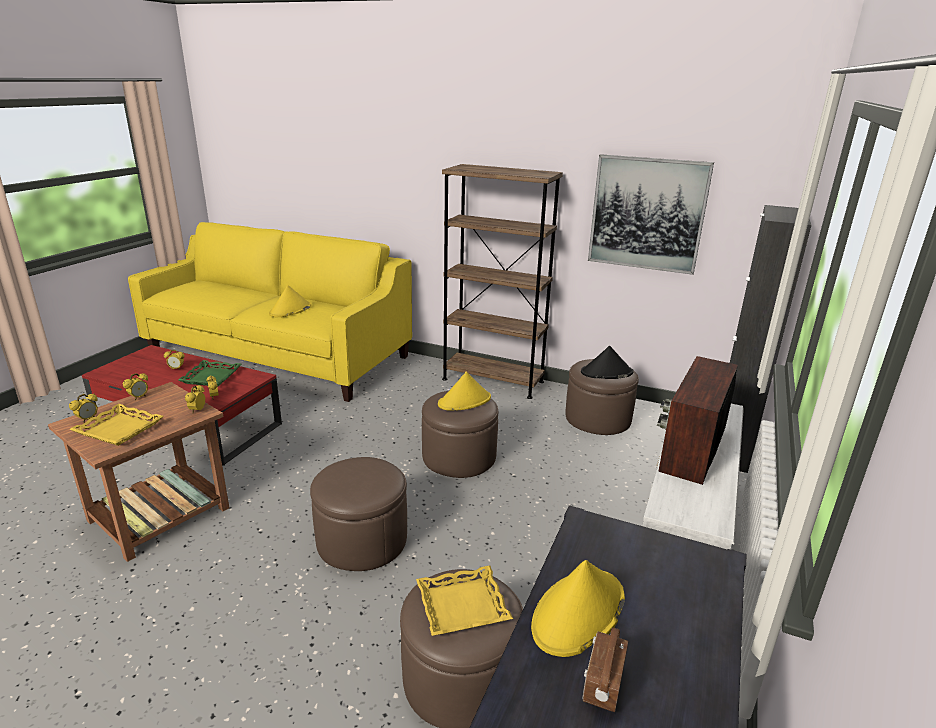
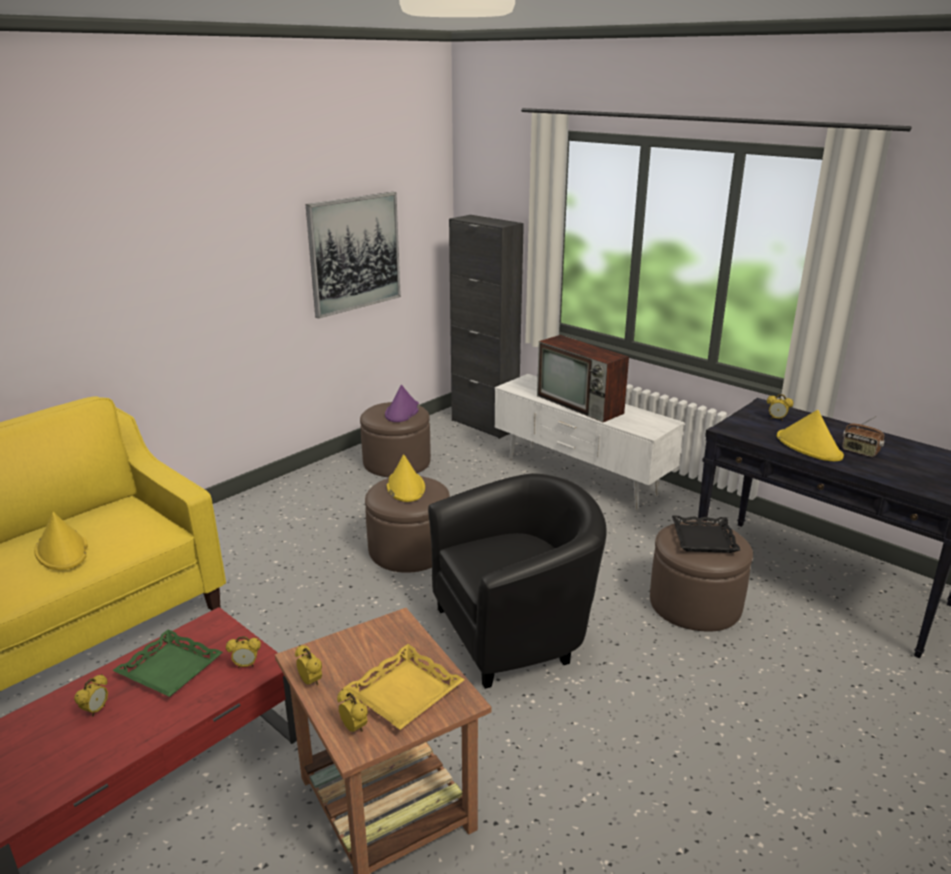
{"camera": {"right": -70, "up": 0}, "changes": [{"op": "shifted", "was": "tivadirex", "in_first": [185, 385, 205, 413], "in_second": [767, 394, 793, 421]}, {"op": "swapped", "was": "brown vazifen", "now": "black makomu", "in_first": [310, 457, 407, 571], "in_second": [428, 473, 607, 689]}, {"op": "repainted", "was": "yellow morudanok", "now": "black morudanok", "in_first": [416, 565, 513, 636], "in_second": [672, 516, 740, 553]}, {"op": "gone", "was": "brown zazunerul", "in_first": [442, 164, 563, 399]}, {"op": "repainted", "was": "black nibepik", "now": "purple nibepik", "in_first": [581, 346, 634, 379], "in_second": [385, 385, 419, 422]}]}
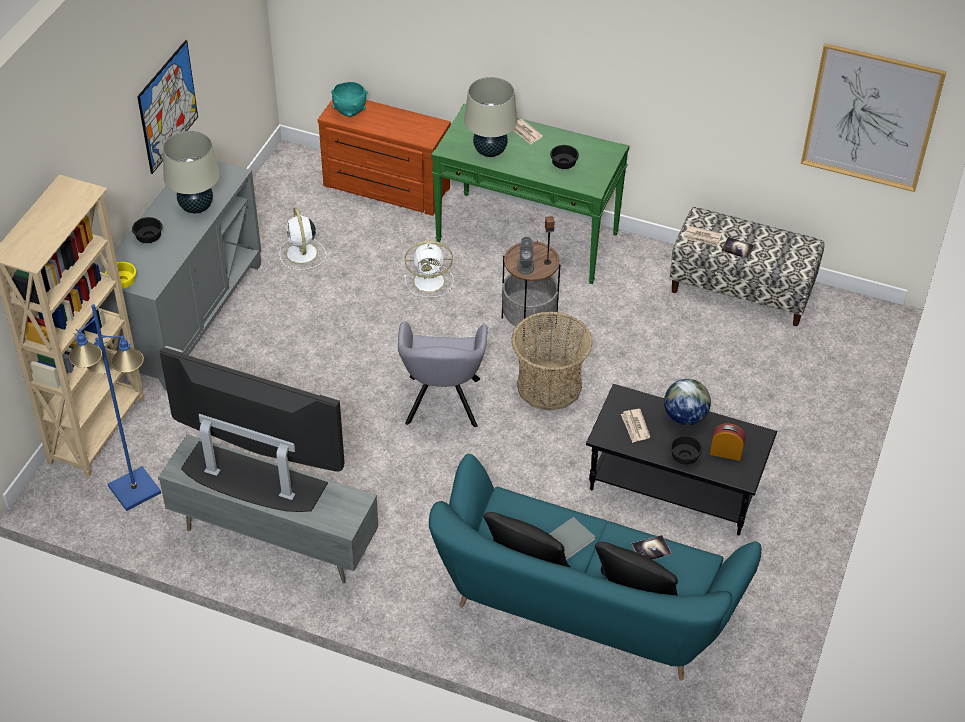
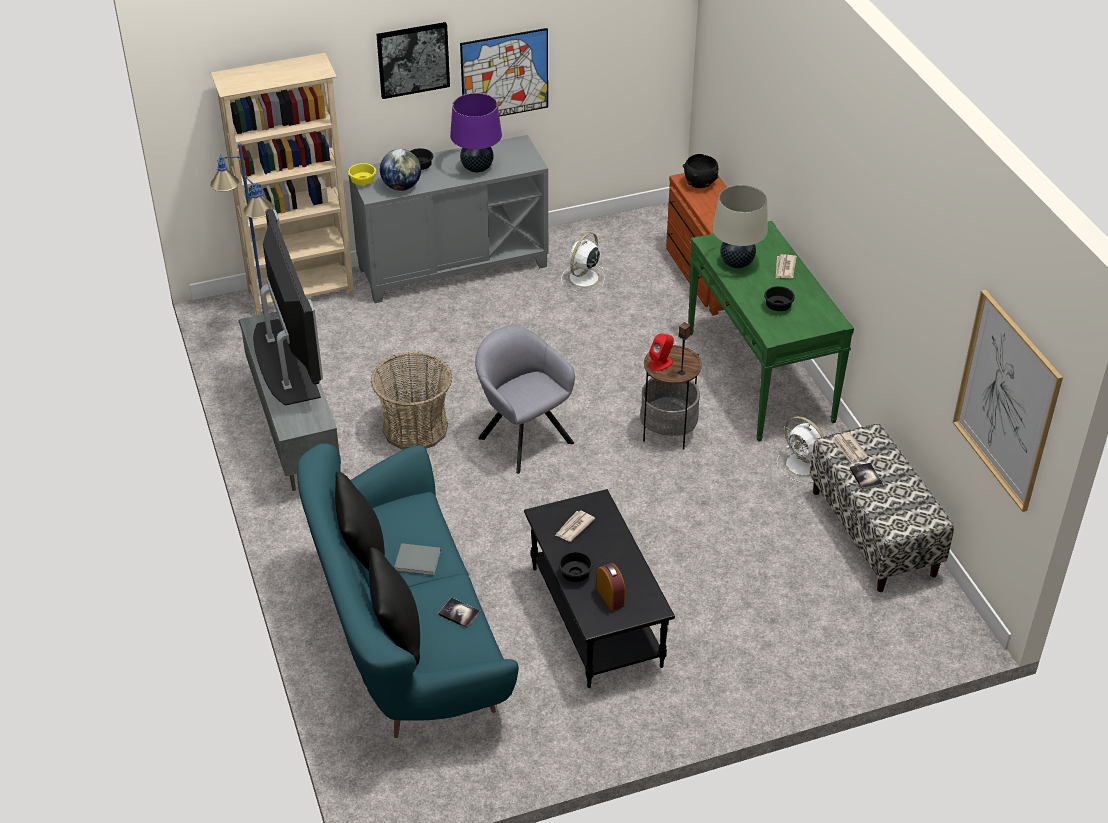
{"camera": {"right": 50, "up": -5}, "changes": [{"op": "repainted", "was": "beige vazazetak", "now": "purple vazazetak", "in_first": [163, 131, 220, 213], "in_second": [450, 93, 502, 172]}, {"op": "repainted", "was": "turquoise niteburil", "now": "black niteburil", "in_first": [331, 82, 368, 116], "in_second": [683, 154, 719, 188]}, {"op": "rotated", "was": "grey makomu", "in_first": [398, 321, 488, 427], "in_second": [475, 326, 575, 474], "clockwise": 90}, {"op": "shifted", "was": "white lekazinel", "in_first": [404, 241, 454, 297], "in_second": [777, 416, 824, 483]}, {"op": "shifted", "was": "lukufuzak", "in_first": [511, 311, 592, 411], "in_second": [371, 352, 452, 450]}, {"op": "repainted", "was": "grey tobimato", "now": "red tobimato", "in_first": [517, 237, 534, 275], "in_second": [649, 333, 674, 371]}, {"op": "shifted", "was": "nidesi", "in_first": [664, 379, 711, 425], "in_second": [380, 149, 421, 191]}, {"op": "new", "now": "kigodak", "in_second": [376, 22, 450, 99]}]}
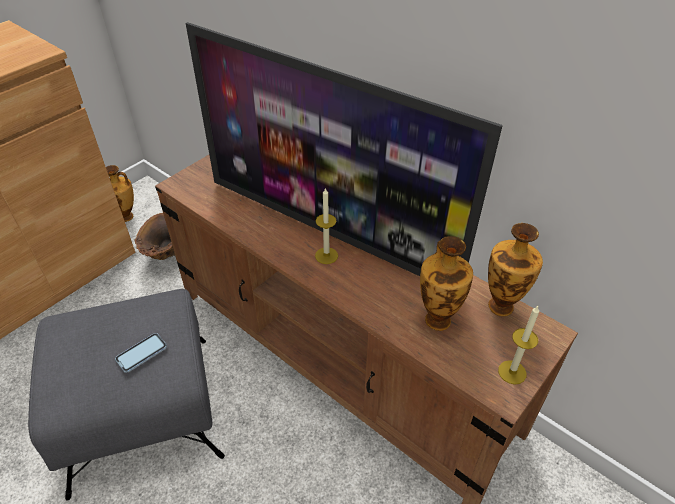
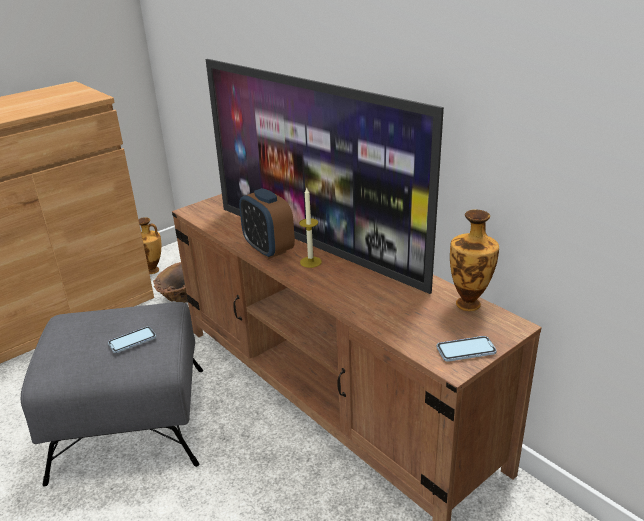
{"camera": {"right": 10, "up": -15}, "changes": [{"op": "gone", "was": "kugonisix", "in_first": [420, 236, 473, 331]}, {"op": "swapped", "was": "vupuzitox", "now": "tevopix", "in_first": [498, 306, 539, 385], "in_second": [437, 336, 497, 362]}, {"op": "new", "now": "tivadirex", "in_second": [239, 188, 295, 259]}]}
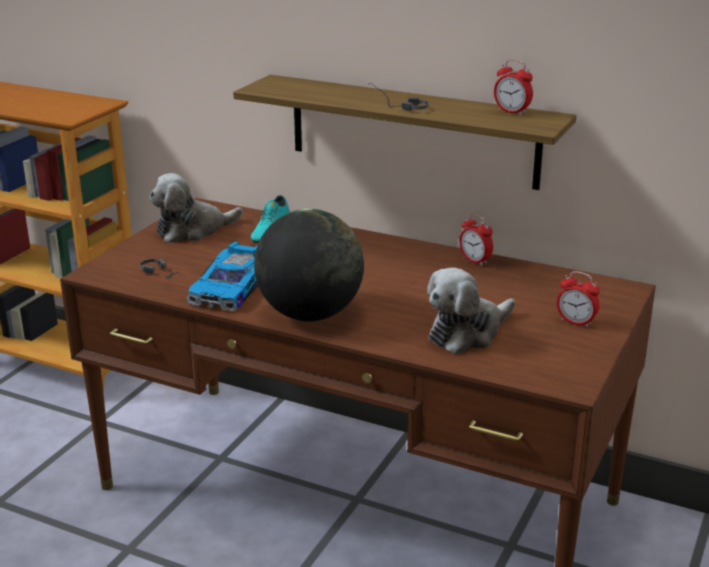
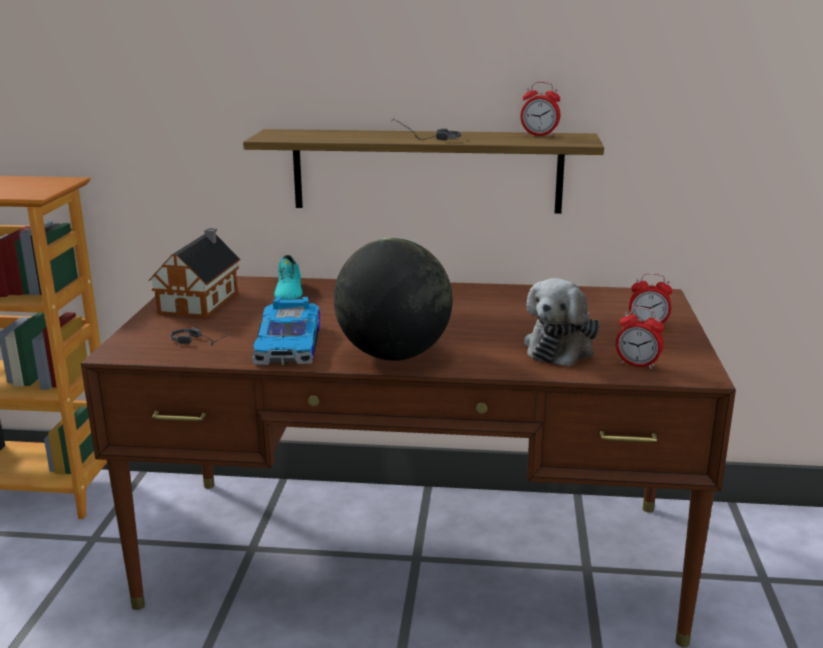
{"camera": {"right": -20, "up": -5}, "changes": [{"op": "swapped", "was": "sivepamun", "now": "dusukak", "in_first": [149, 173, 243, 243], "in_second": [148, 228, 240, 318]}, {"op": "shifted", "was": "tivadirex", "in_first": [459, 214, 493, 266], "in_second": [616, 307, 664, 369]}]}
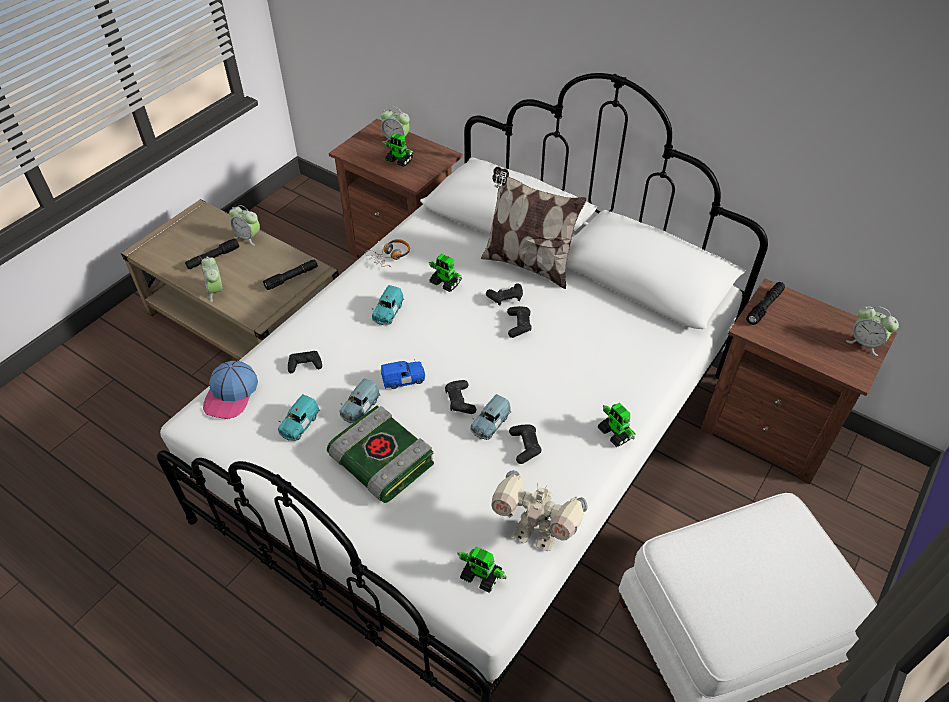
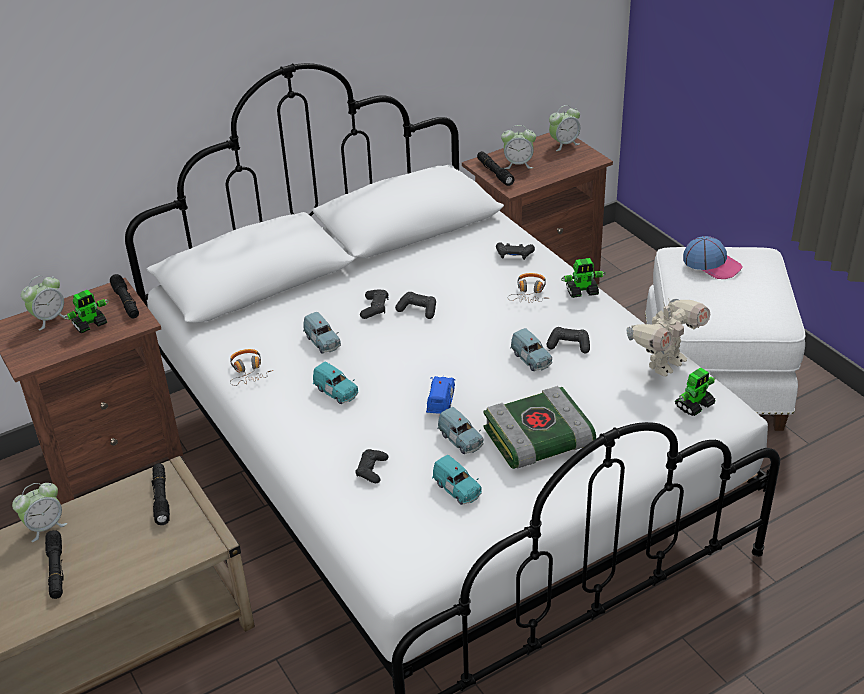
{"camera": {"right": -65, "up": -10}, "changes": [{"op": "shifted", "was": "tivadirex", "in_first": [201, 256, 223, 302], "in_second": [501, 125, 536, 169]}, {"op": "shifted", "was": "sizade", "in_first": [203, 361, 258, 419], "in_second": [683, 236, 743, 279]}, {"op": "swapped", "was": "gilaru", "now": "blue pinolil", "in_first": [429, 254, 462, 292], "in_second": [303, 312, 341, 354]}, {"op": "shifted", "was": "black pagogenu", "in_first": [445, 380, 476, 414], "in_second": [496, 242, 535, 260]}, {"op": "gone", "was": "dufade", "in_first": [481, 167, 586, 289]}, {"op": "new", "now": "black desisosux", "in_second": [110, 274, 139, 318]}, {"op": "new", "now": "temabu", "in_second": [508, 273, 550, 303]}]}
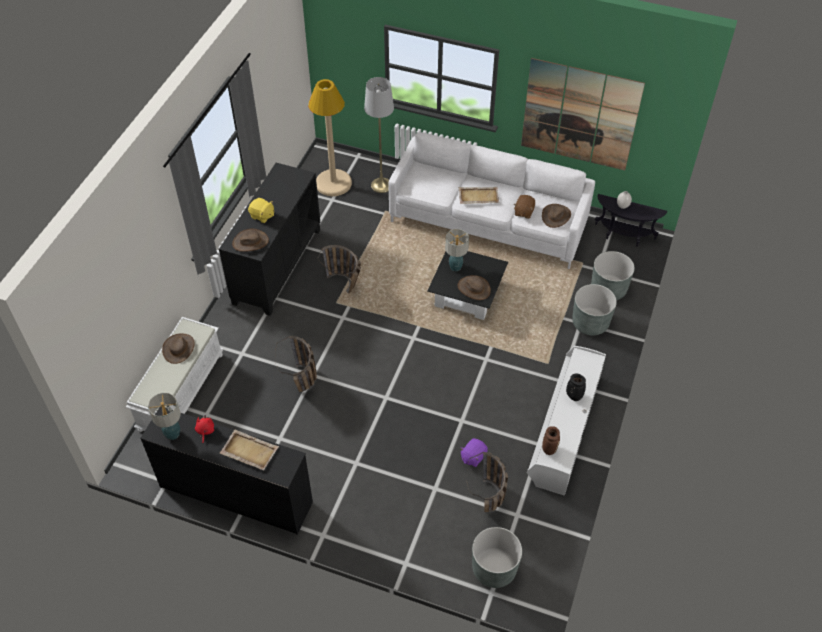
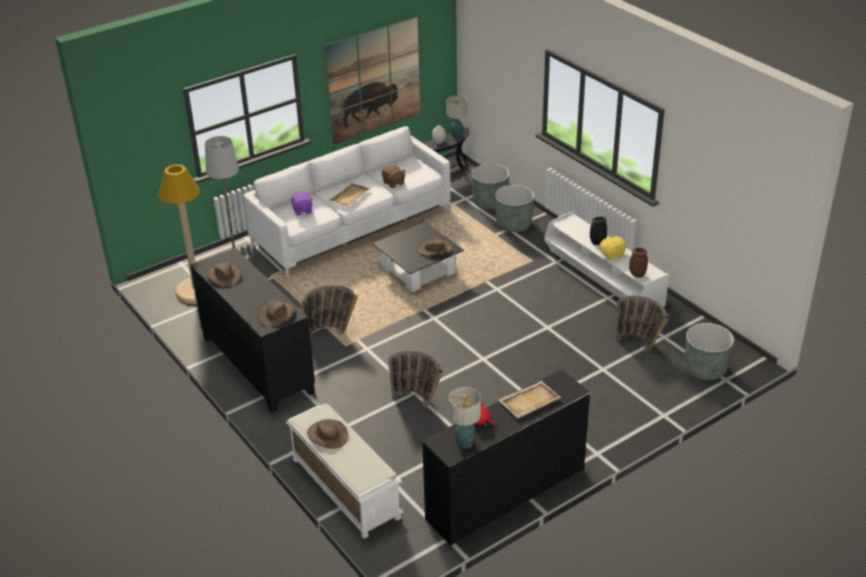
{"camera": {"right": -55, "up": -15}, "changes": [{"op": "shifted", "was": "yellow sivepamun", "in_first": [248, 198, 274, 223], "in_second": [600, 235, 626, 260]}, {"op": "shifted", "was": "vazazetak", "in_first": [445, 229, 469, 271], "in_second": [446, 96, 468, 139]}, {"op": "shifted", "was": "purple sivepamun", "in_first": [461, 438, 488, 467], "in_second": [291, 192, 313, 215]}, {"op": "shifted", "was": "brown nibepik", "in_first": [542, 204, 571, 228], "in_second": [207, 262, 241, 286]}]}
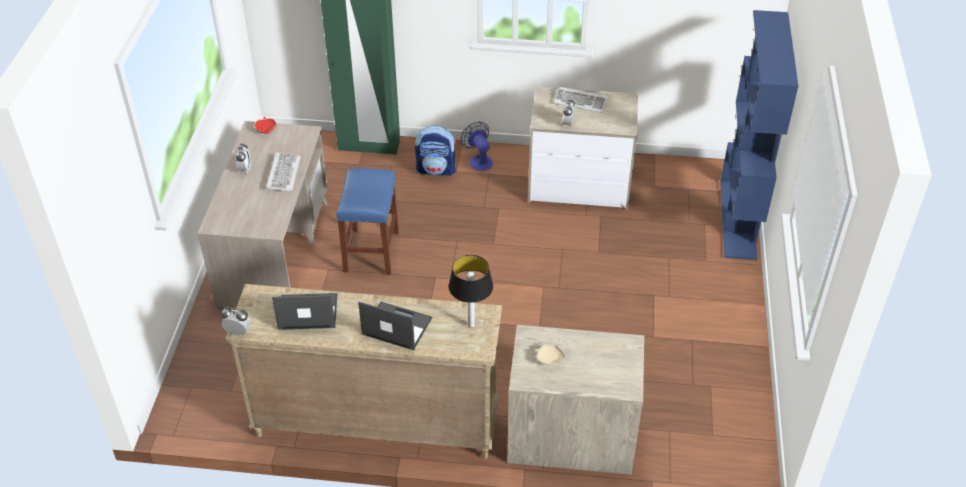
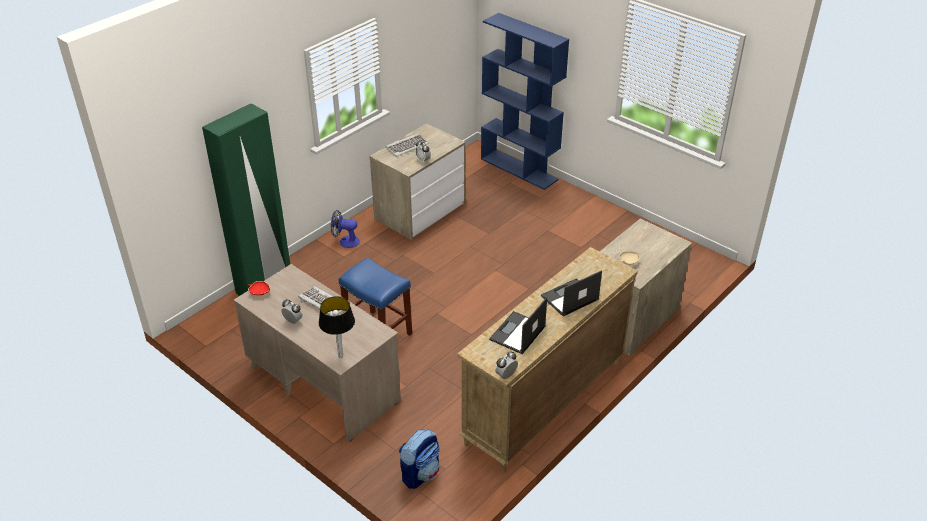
{"camera": {"right": -55, "up": -5}, "changes": [{"op": "shifted", "was": "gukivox", "in_first": [415, 125, 456, 176], "in_second": [399, 429, 440, 489]}, {"op": "shifted", "was": "vazazetak", "in_first": [449, 255, 493, 328], "in_second": [319, 296, 355, 358]}]}
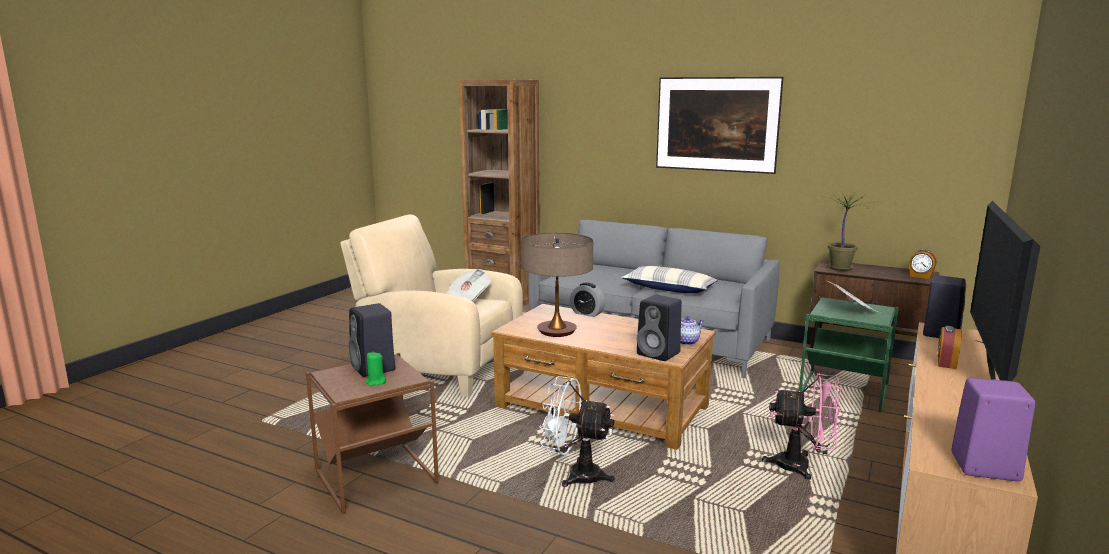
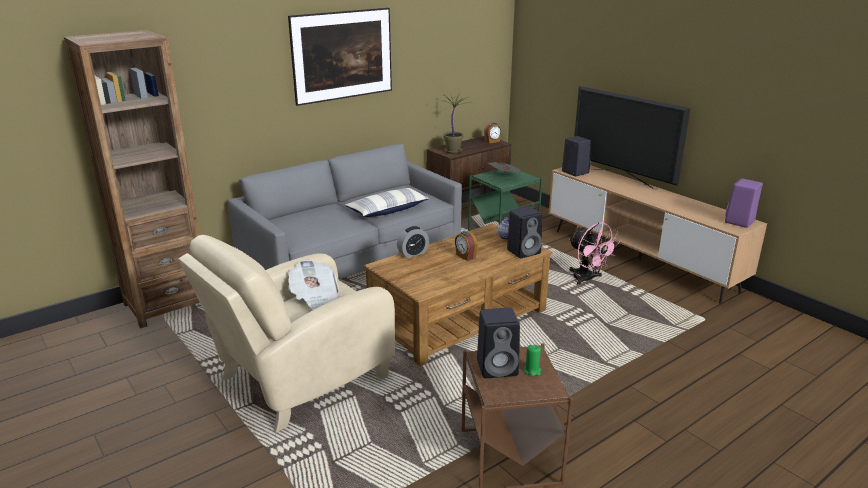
{"camera": {"right": -65, "up": 10}, "changes": [{"op": "gone", "was": "vazazetak", "in_first": [521, 233, 593, 337]}, {"op": "gone", "was": "white lekazinel", "in_first": [539, 376, 615, 487]}, {"op": "rotated", "was": "pink lekazinel", "in_first": [762, 373, 841, 480], "in_second": [569, 222, 620, 285], "clockwise": 105}, {"op": "shifted", "was": "tivadirex", "in_first": [937, 326, 962, 369], "in_second": [455, 231, 478, 261]}]}
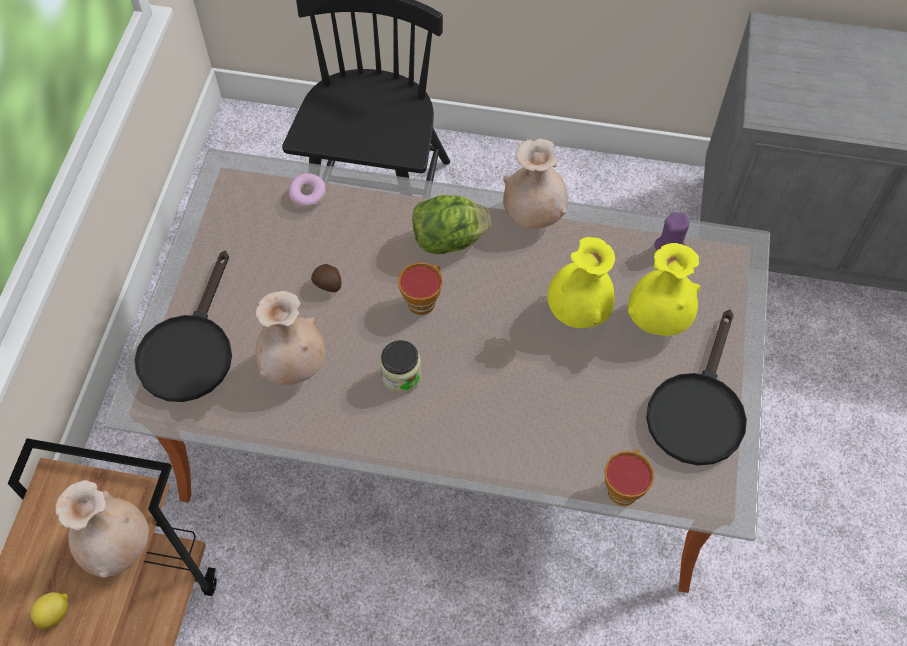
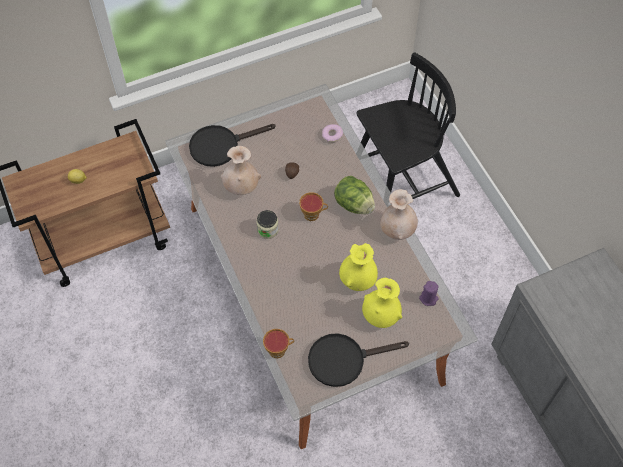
{"camera": {"right": 55, "up": 0}, "changes": [{"op": "gone", "was": "beige kugonisix", "in_first": [55, 480, 149, 578]}]}
